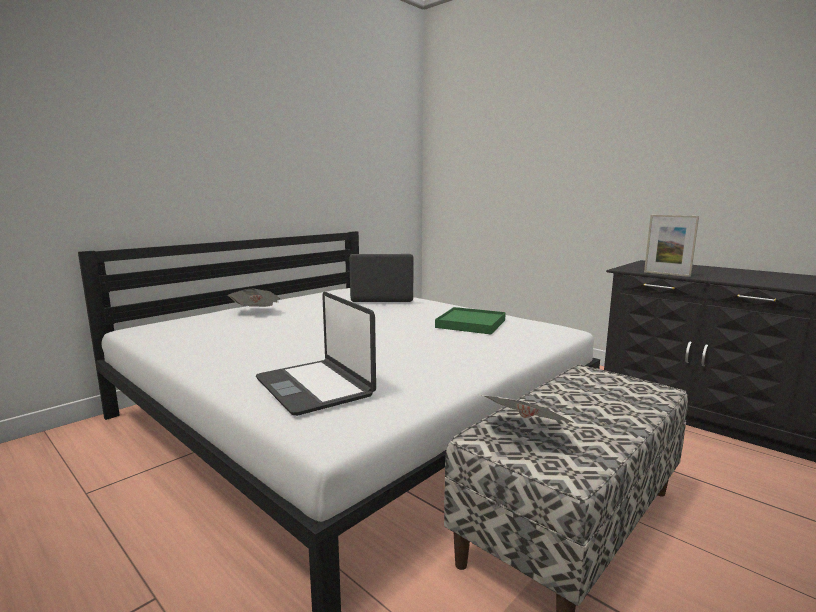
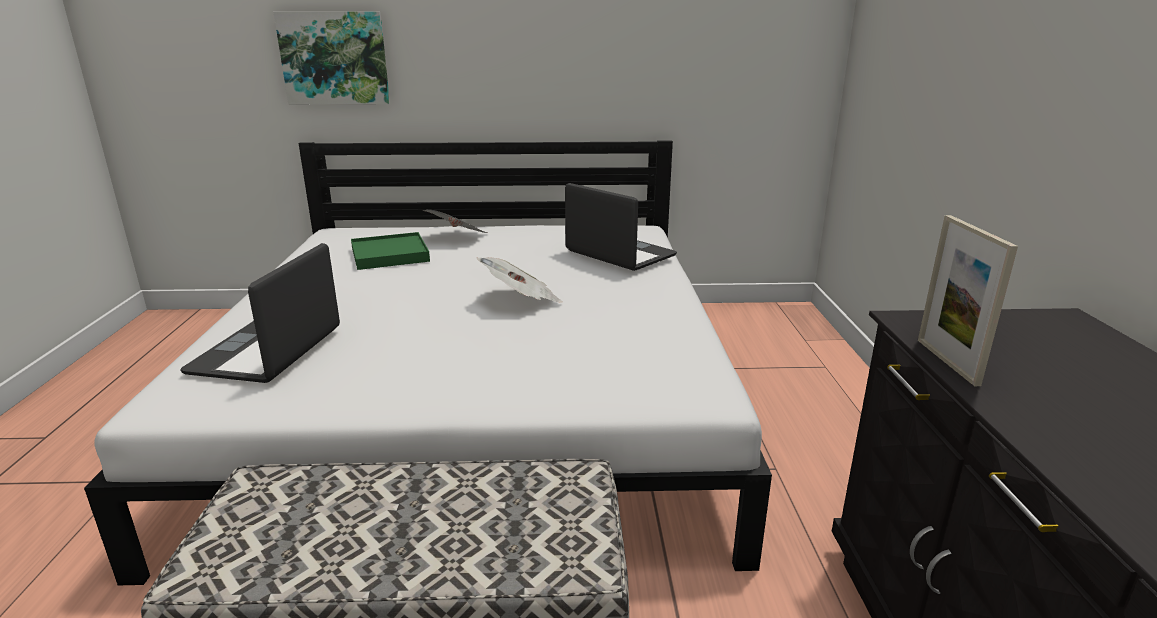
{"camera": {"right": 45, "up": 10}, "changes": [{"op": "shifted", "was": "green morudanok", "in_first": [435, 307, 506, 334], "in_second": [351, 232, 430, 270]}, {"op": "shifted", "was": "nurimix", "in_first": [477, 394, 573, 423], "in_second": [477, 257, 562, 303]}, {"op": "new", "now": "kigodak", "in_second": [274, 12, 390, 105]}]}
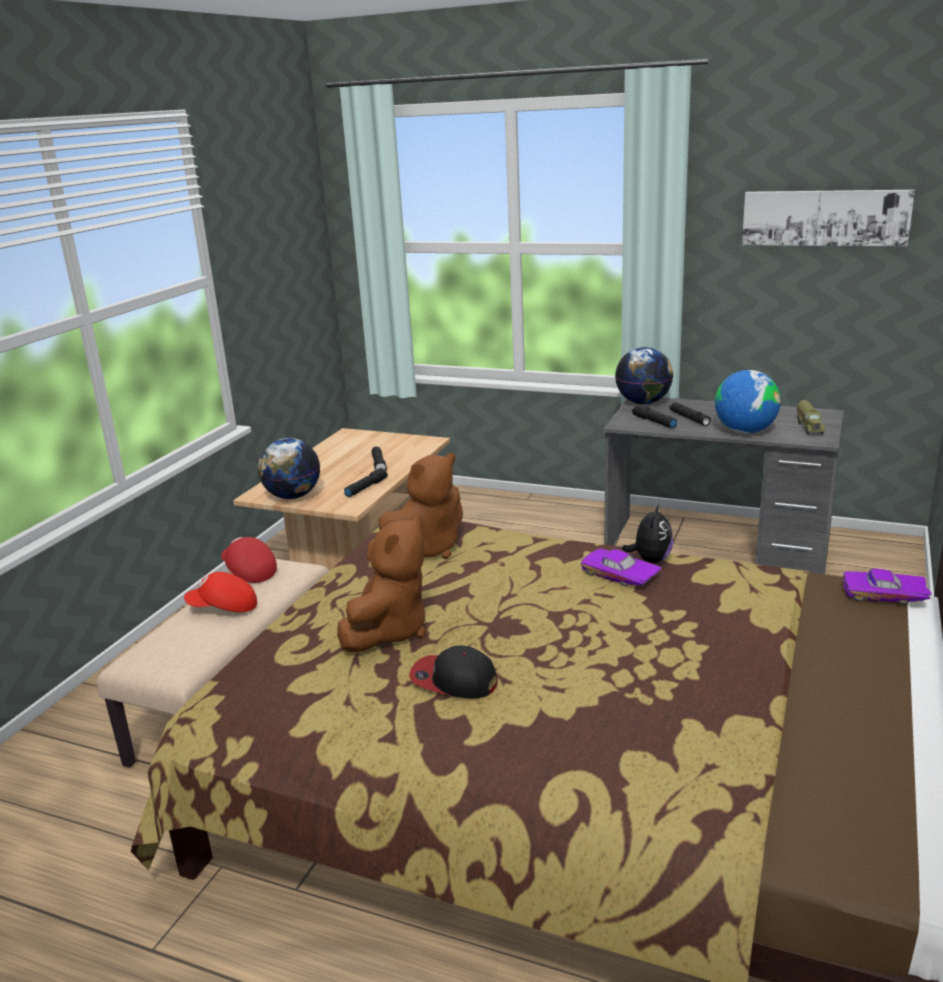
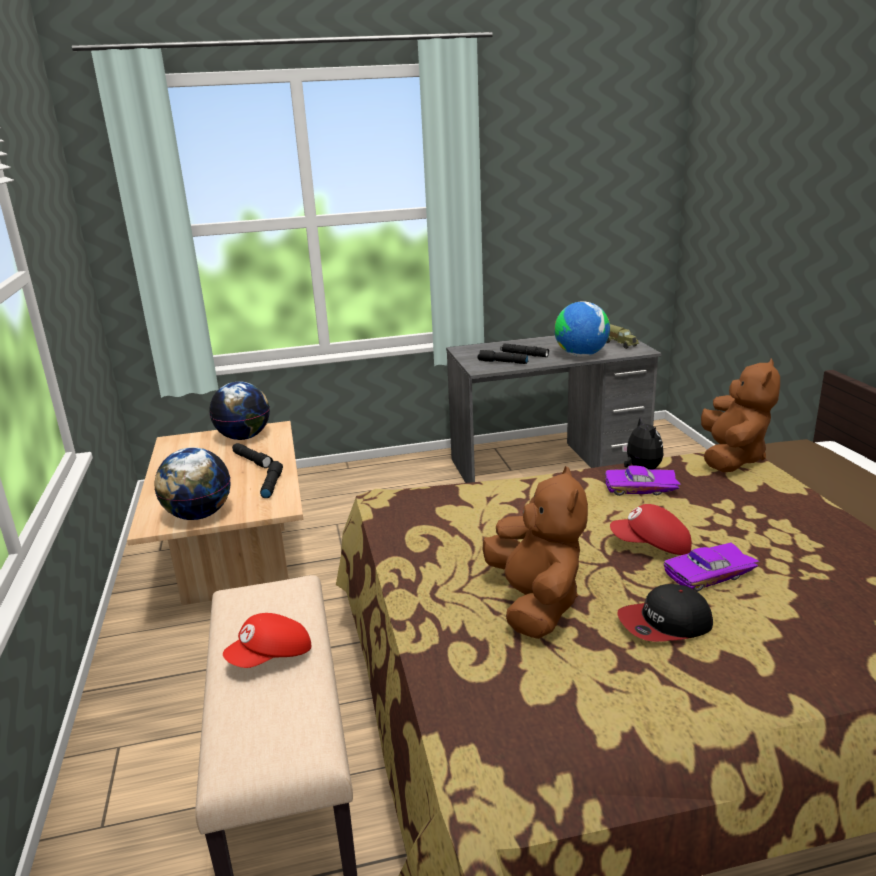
{"camera": {"right": -35, "up": 0}, "changes": [{"op": "shifted", "was": "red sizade", "in_first": [221, 537, 277, 583], "in_second": [610, 504, 692, 555]}, {"op": "shifted", "was": "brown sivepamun", "in_first": [378, 453, 463, 559], "in_second": [701, 359, 780, 472]}, {"op": "shifted", "was": "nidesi", "in_first": [615, 347, 673, 404], "in_second": [209, 381, 270, 440]}, {"op": "gone", "was": "kigodak", "in_first": [742, 190, 915, 246]}, {"op": "shifted", "was": "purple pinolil", "in_first": [843, 569, 932, 604], "in_second": [664, 542, 760, 592]}]}
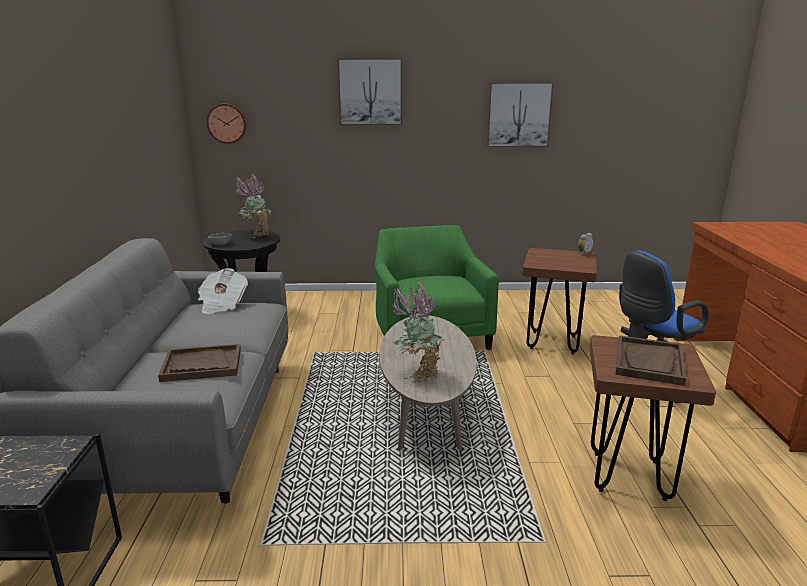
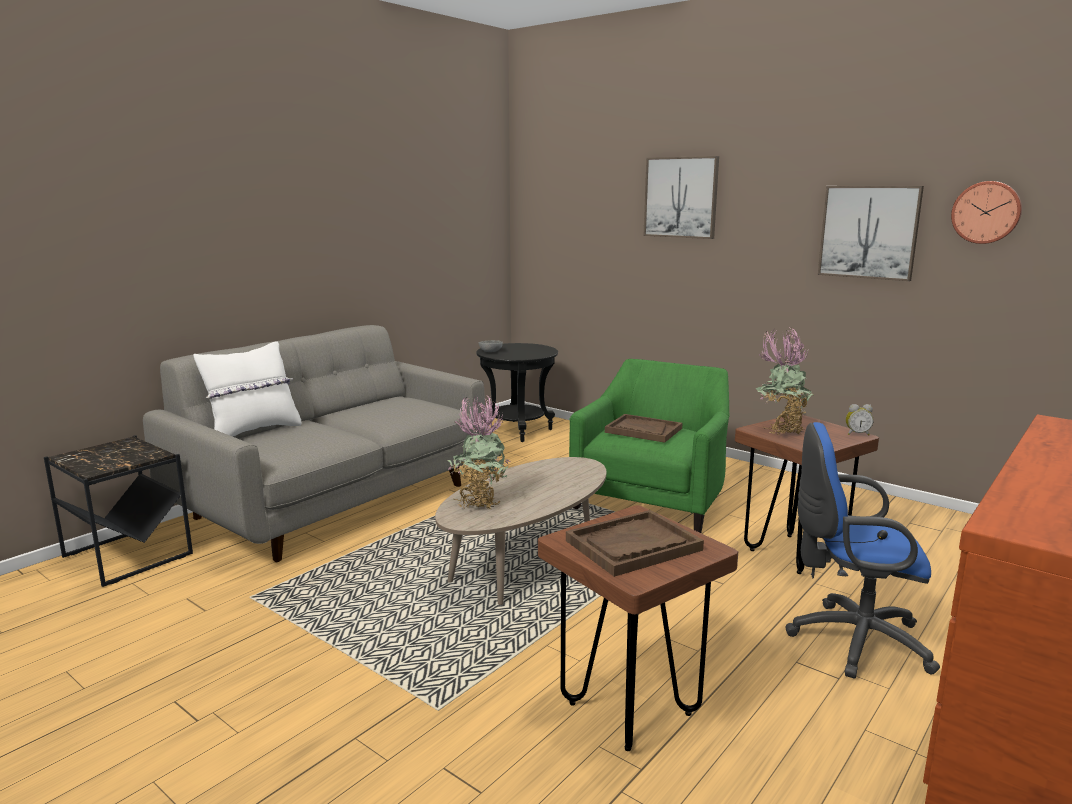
{"camera": {"right": 40, "up": -5}, "changes": [{"op": "shifted", "was": "brown morudanok", "in_first": [158, 344, 241, 382], "in_second": [605, 414, 682, 443]}, {"op": "gone", "was": "nurimix", "in_first": [198, 268, 248, 314]}, {"op": "shifted", "was": "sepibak", "in_first": [207, 103, 247, 144], "in_second": [951, 181, 1022, 244]}, {"op": "shifted", "was": "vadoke", "in_first": [236, 174, 272, 238], "in_second": [756, 328, 814, 434]}, {"op": "new", "now": "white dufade", "in_second": [193, 341, 301, 437]}]}
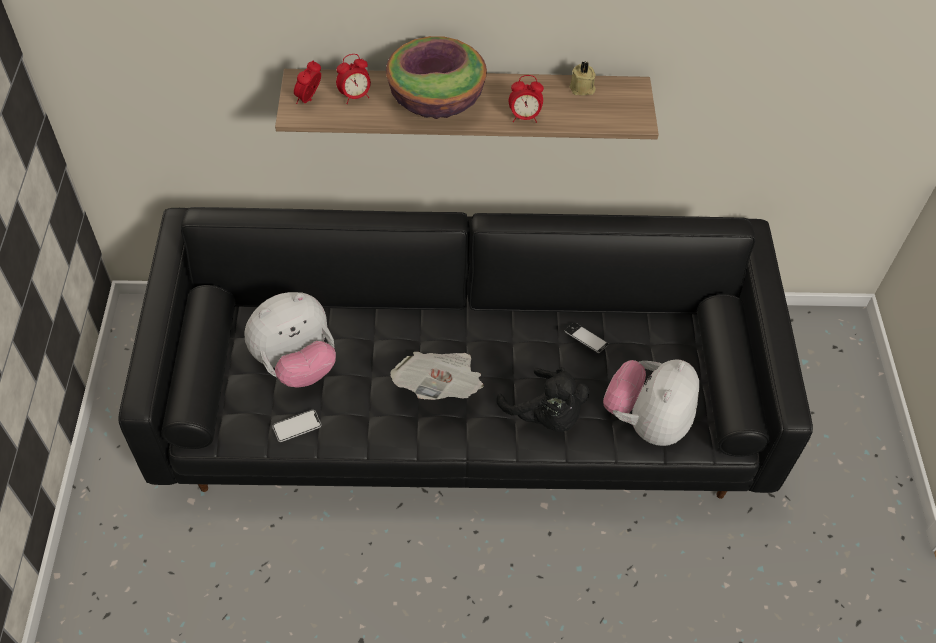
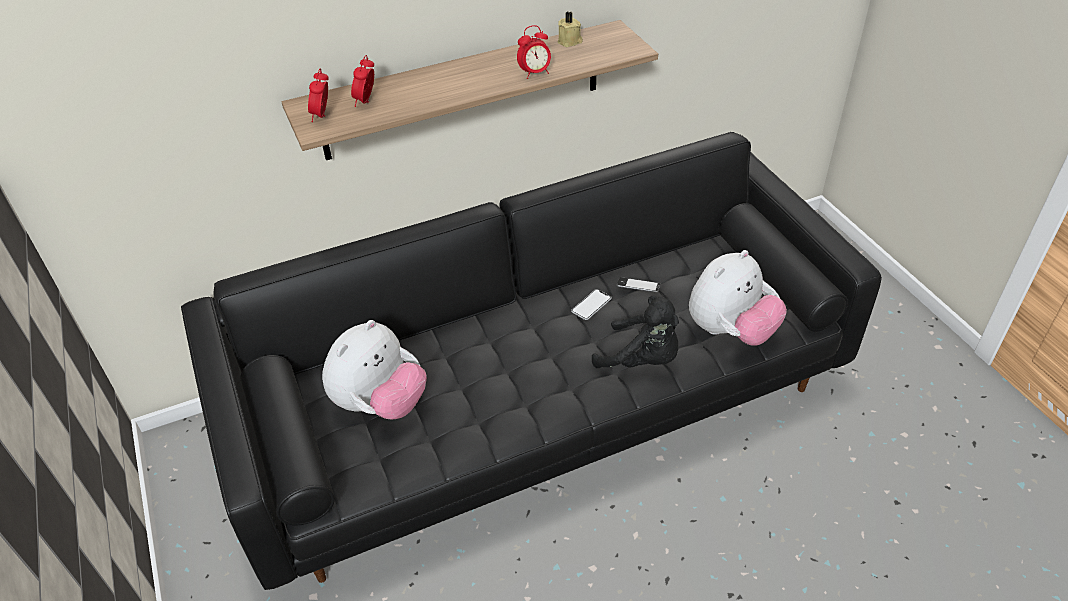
{"camera": {"right": -20, "up": -10}, "changes": [{"op": "shifted", "was": "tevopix", "in_first": [272, 410, 321, 442], "in_second": [571, 289, 612, 320]}, {"op": "rotated", "was": "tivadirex", "in_first": [336, 54, 371, 104], "in_second": [351, 55, 374, 107], "clockwise": 150}, {"op": "gone", "was": "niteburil", "in_first": [386, 36, 487, 119]}, {"op": "gone", "was": "nurimix", "in_first": [390, 352, 484, 400]}, {"op": "rotated", "was": "sivepamun", "in_first": [603, 360, 699, 446], "in_second": [689, 250, 787, 346], "clockwise": -135}]}
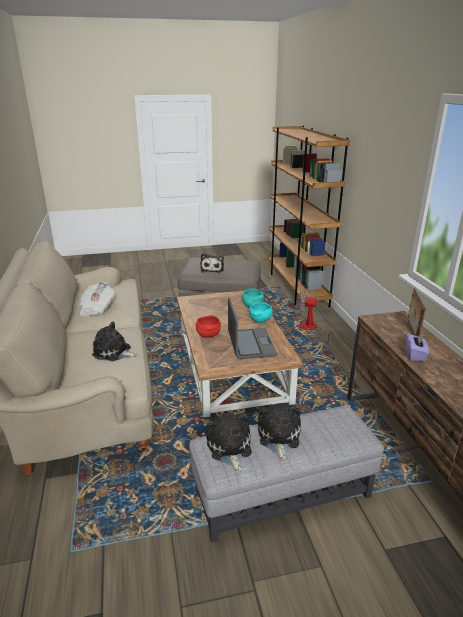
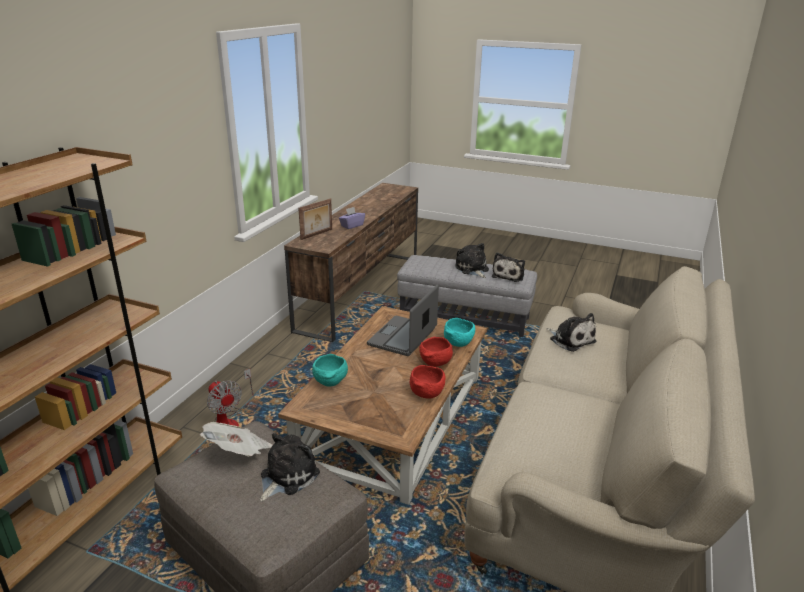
{"camera": {"right": -145, "up": 0}, "changes": [{"op": "shifted", "was": "nurimix", "in_first": [79, 282, 115, 316], "in_second": [200, 422, 273, 456]}, {"op": "shifted", "was": "turquoise niteburil", "in_first": [249, 302, 273, 323], "in_second": [444, 318, 475, 347]}, {"op": "rotated", "was": "sivepamun", "in_first": [258, 404, 301, 461], "in_second": [455, 243, 489, 278], "clockwise": 120}, {"op": "new", "now": "red niteburil", "in_second": [410, 365, 446, 399]}]}
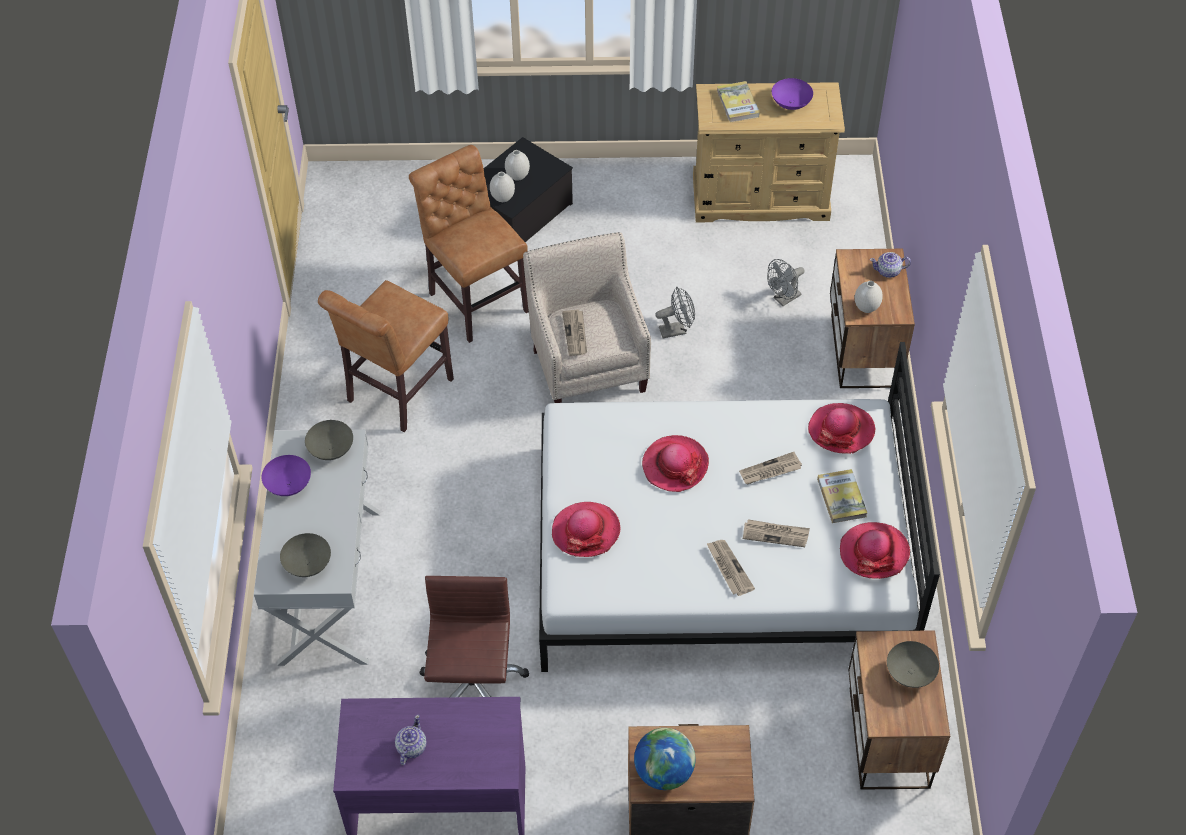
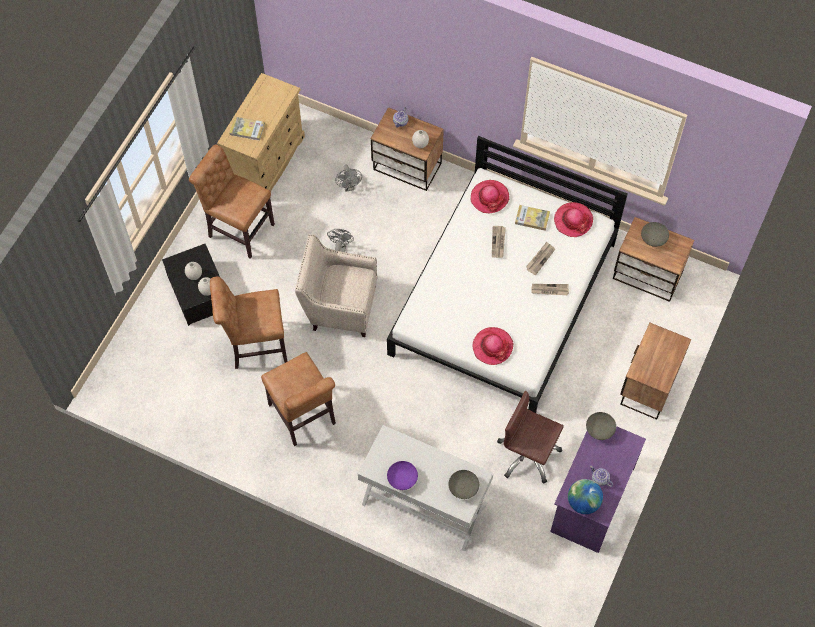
{"camera": {"right": -65, "up": 10}, "changes": [{"op": "shifted", "was": "grey niteburil", "in_first": [305, 420, 353, 460], "in_second": [586, 412, 616, 440]}, {"op": "gone", "was": "nurimix", "in_first": [562, 309, 587, 356]}, {"op": "shifted", "was": "nidesi", "in_first": [634, 728, 696, 790], "in_second": [568, 479, 603, 514]}, {"op": "gone", "was": "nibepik", "in_first": [642, 435, 709, 492]}, {"op": "gone", "was": "purple niteburil", "in_first": [772, 78, 813, 110]}, {"op": "new", "now": "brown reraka", "in_second": [189, 144, 275, 259]}]}
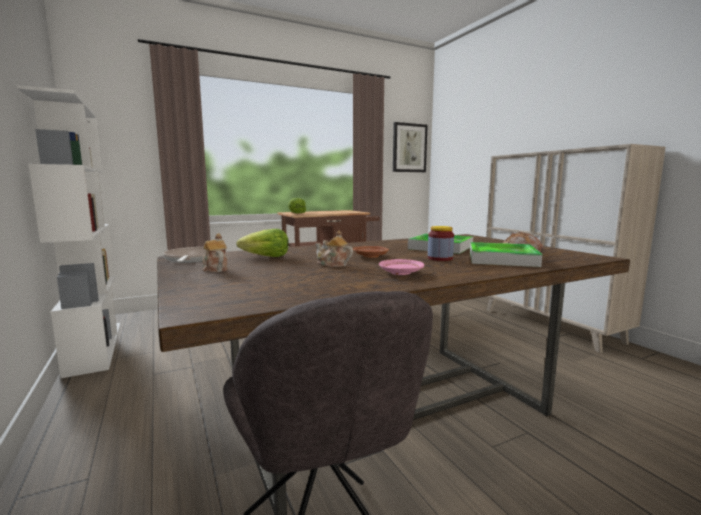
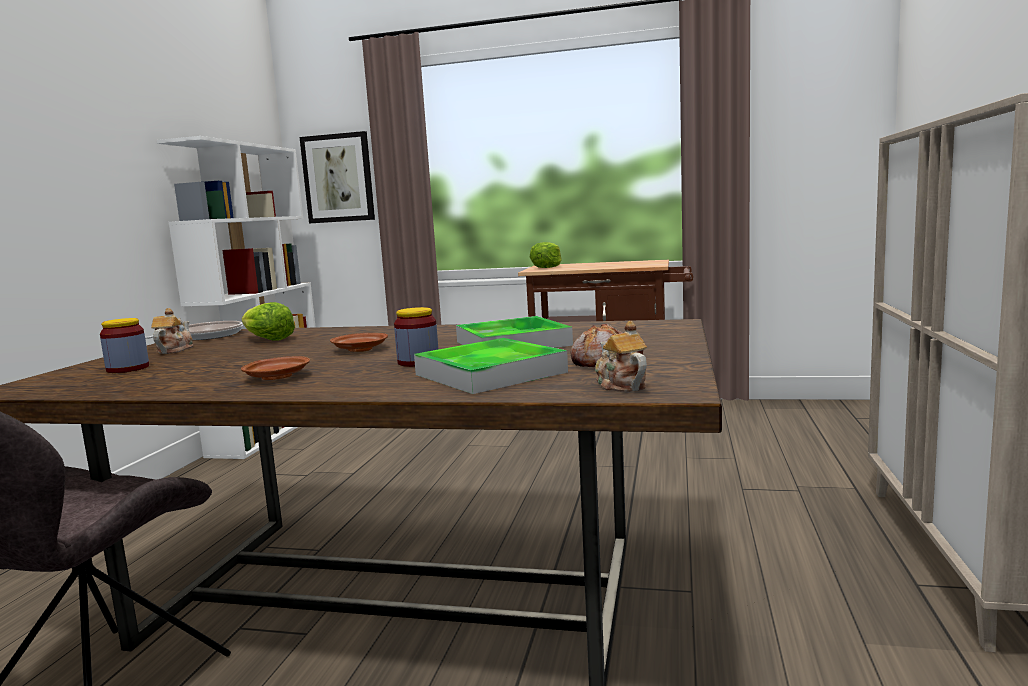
{"camera": {"right": 40, "up": 0}, "changes": [{"op": "shifted", "was": "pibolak", "in_first": [315, 230, 353, 267], "in_second": [595, 321, 647, 392]}, {"op": "repainted", "was": "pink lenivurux", "now": "brown lenivurux", "in_first": [379, 259, 424, 275], "in_second": [241, 356, 310, 380]}, {"op": "shifted", "was": "kigodak", "in_first": [393, 122, 428, 172], "in_second": [300, 131, 375, 223]}, {"op": "new", "now": "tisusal", "in_second": [100, 318, 149, 373]}]}
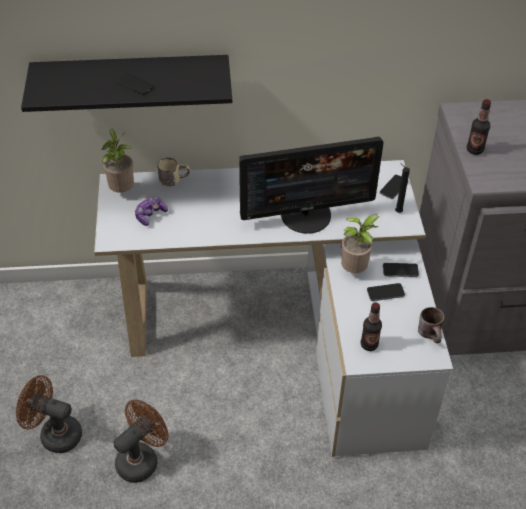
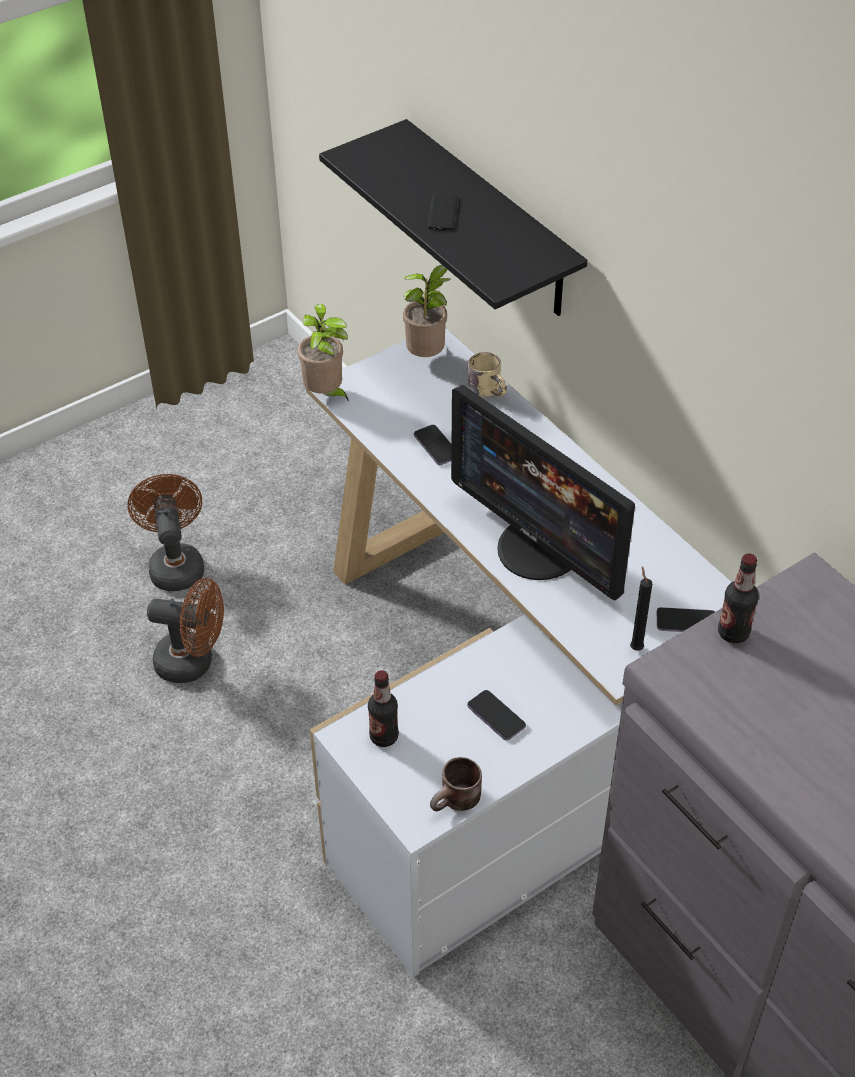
{"camera": {"right": 60, "up": 0}, "changes": [{"op": "gone", "was": "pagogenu", "in_first": [135, 197, 168, 226]}, {"op": "shifted", "was": "vadoke", "in_first": [341, 215, 379, 273], "in_second": [297, 304, 349, 401]}, {"op": "shifted", "was": "tevopix", "in_first": [383, 263, 419, 277], "in_second": [414, 425, 452, 465]}]}
